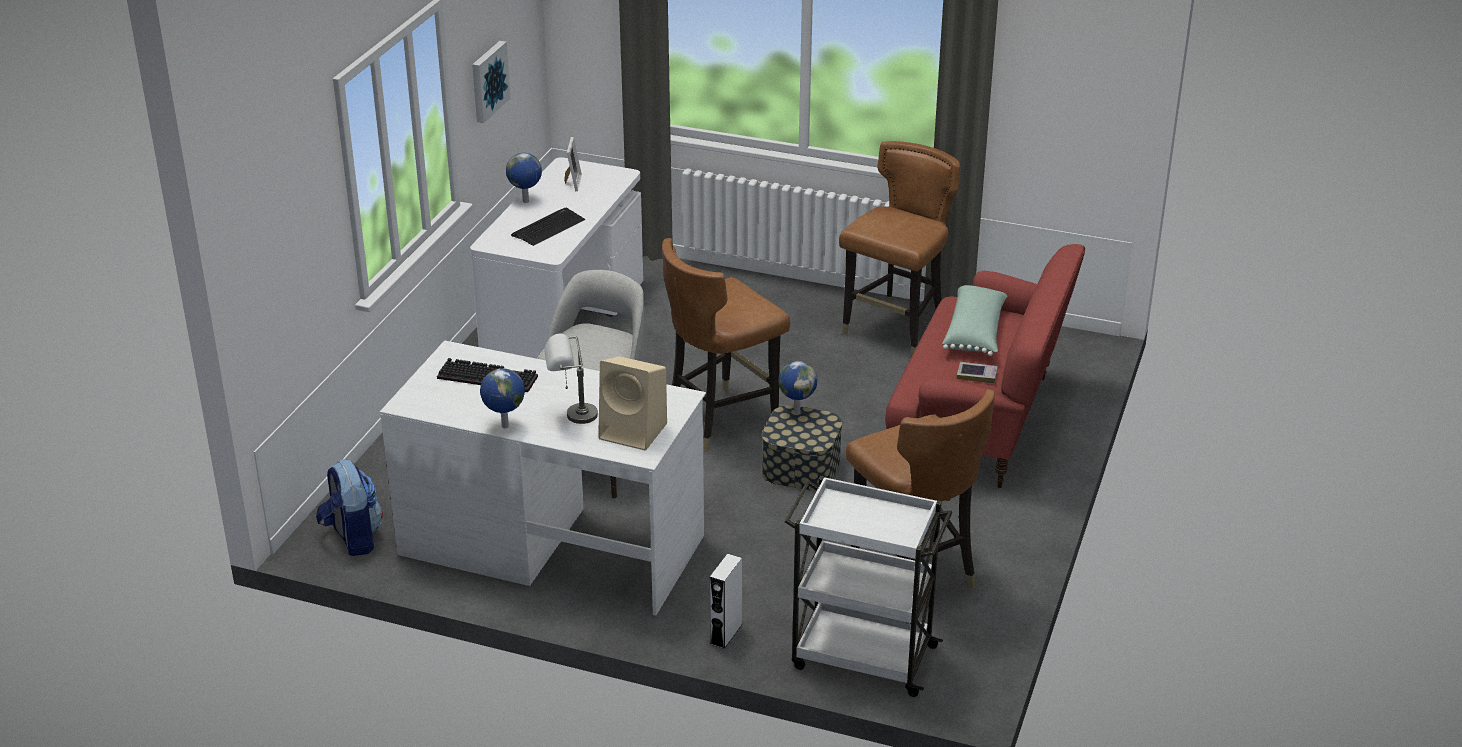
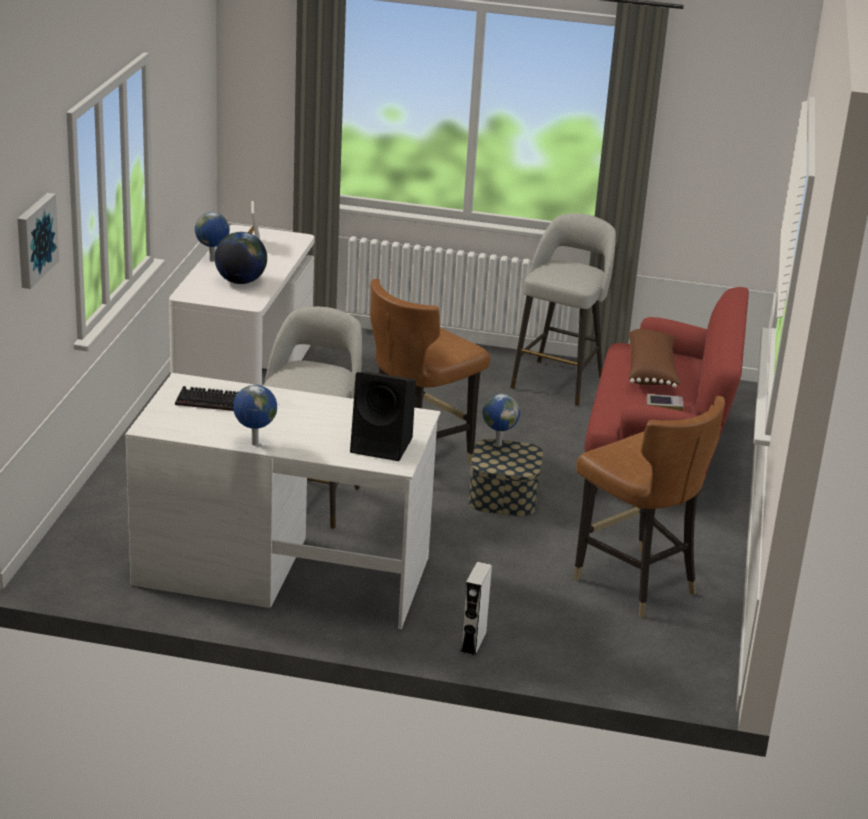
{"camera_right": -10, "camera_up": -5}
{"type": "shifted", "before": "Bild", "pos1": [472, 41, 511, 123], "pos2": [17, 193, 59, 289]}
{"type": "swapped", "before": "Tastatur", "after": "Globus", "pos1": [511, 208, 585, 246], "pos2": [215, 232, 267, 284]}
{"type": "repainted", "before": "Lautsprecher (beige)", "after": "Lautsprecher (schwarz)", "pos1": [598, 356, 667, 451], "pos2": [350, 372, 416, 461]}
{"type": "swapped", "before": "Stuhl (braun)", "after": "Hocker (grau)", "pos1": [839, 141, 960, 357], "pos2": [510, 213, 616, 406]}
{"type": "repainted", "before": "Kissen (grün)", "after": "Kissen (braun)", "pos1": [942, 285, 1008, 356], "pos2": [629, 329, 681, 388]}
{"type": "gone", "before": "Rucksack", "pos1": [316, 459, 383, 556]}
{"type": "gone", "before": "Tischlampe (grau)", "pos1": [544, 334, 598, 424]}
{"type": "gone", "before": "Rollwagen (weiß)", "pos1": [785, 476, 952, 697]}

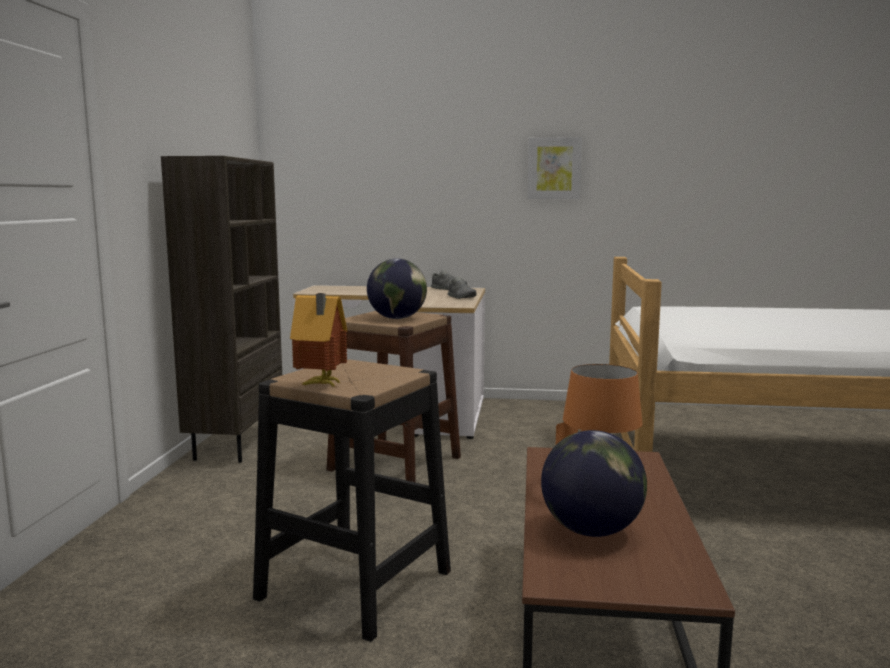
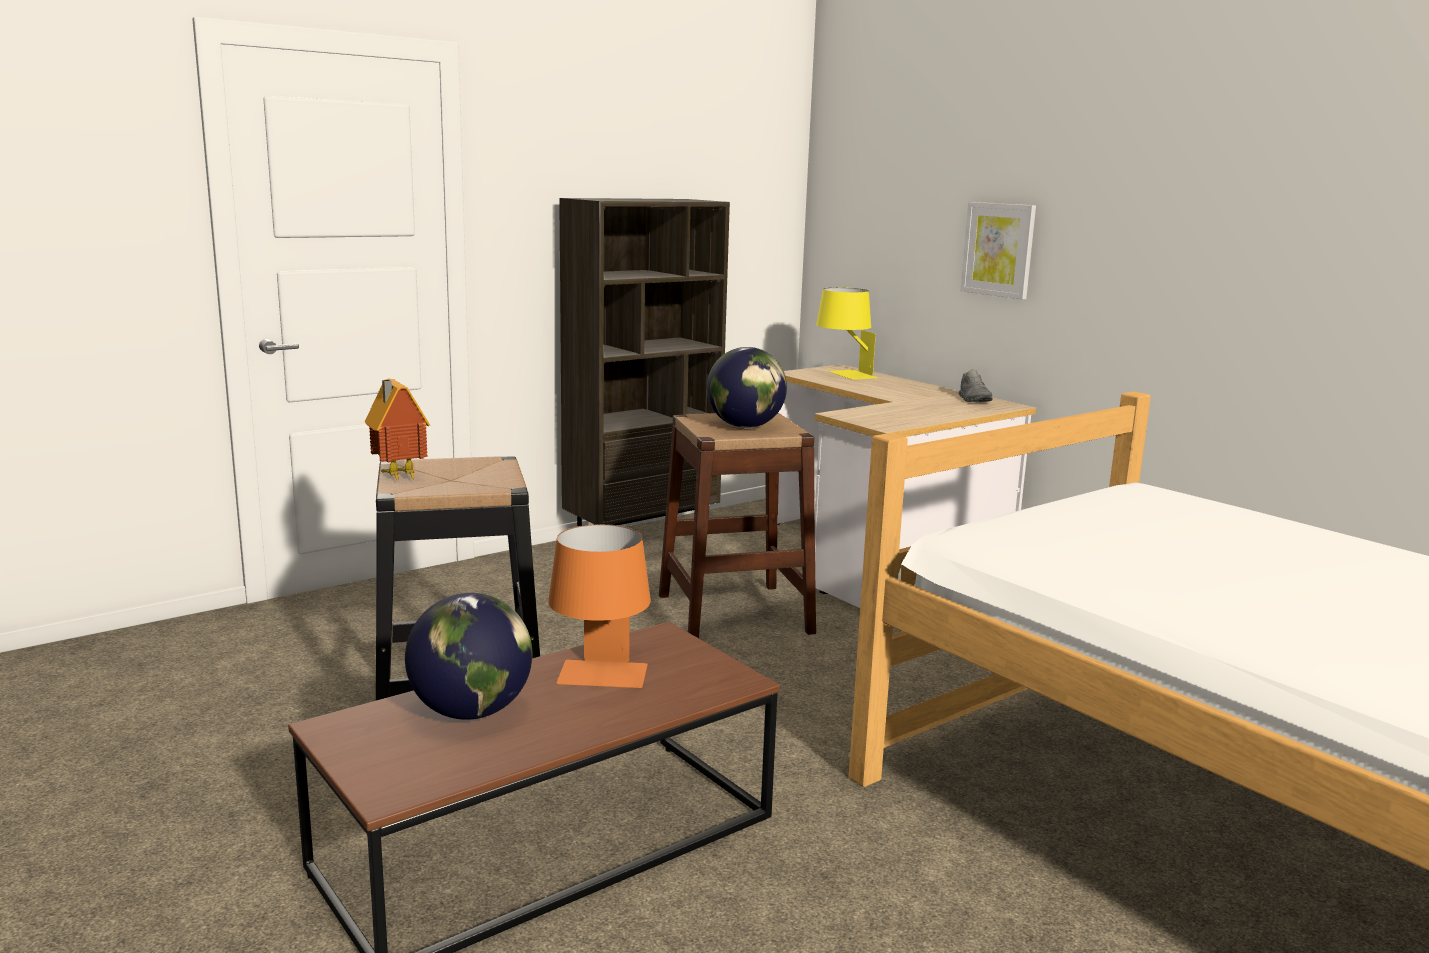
{"camera_right": 45, "camera_up": 5}
{"type": "new", "after": "Tischlampe (gelb)", "pos2": [816, 287, 878, 380]}
{"type": "shifted", "before": "Bild", "pos1": [528, 137, 582, 199], "pos2": [961, 202, 1036, 299]}
{"type": "gone", "before": "Schuh (grau)", "pos1": [448, 276, 477, 299]}

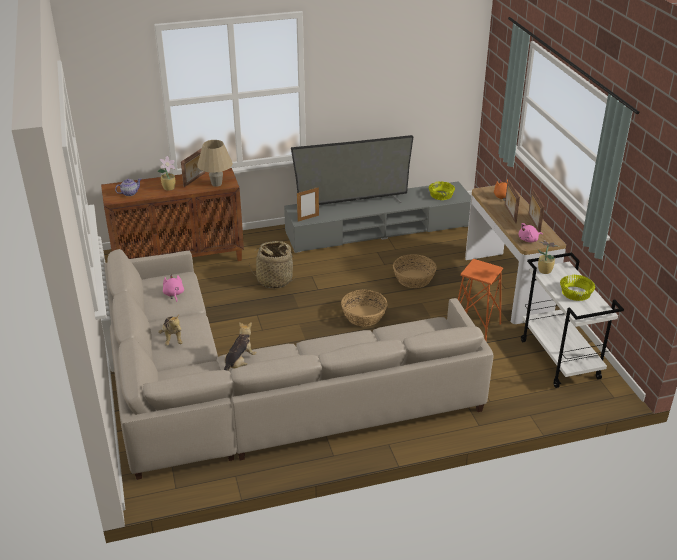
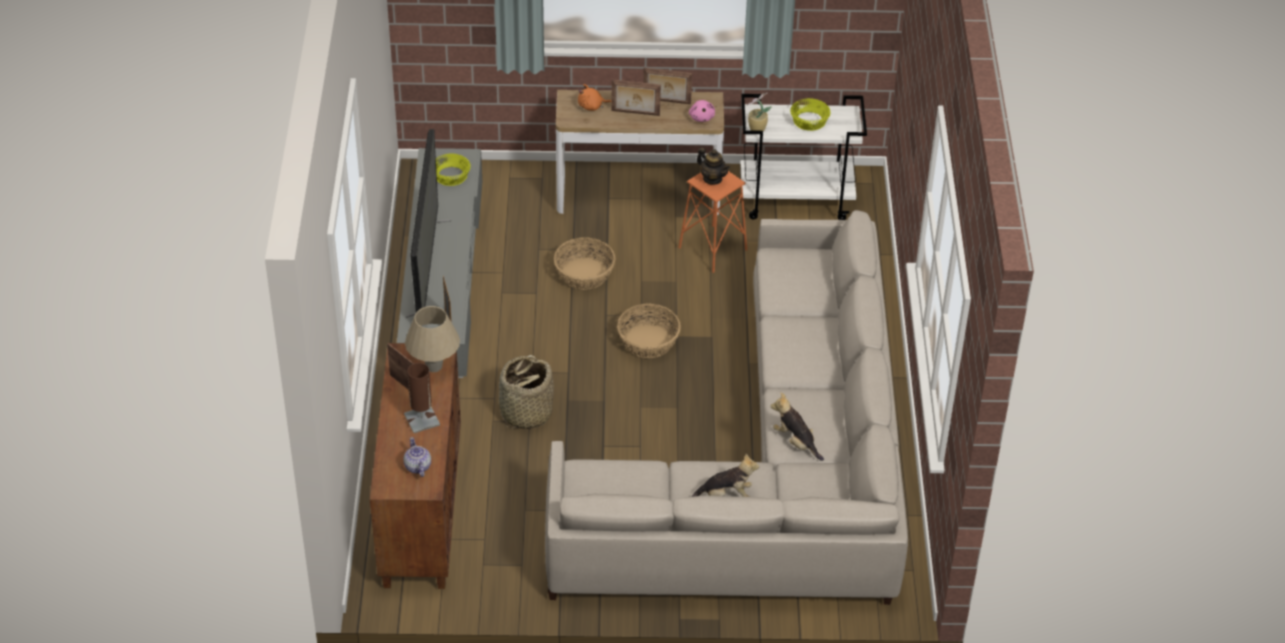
{"camera_right": -75, "camera_up": 10}
{"type": "swapped", "before": "Topfpflanze", "after": "Tischlampe (braun)", "pos1": [157, 156, 175, 191], "pos2": [404, 363, 440, 433]}
{"type": "new", "after": "Teekanne", "pos2": [697, 148, 730, 185]}
{"type": "gone", "before": "Plüschtier (rosa)", "pos1": [163, 275, 184, 302]}

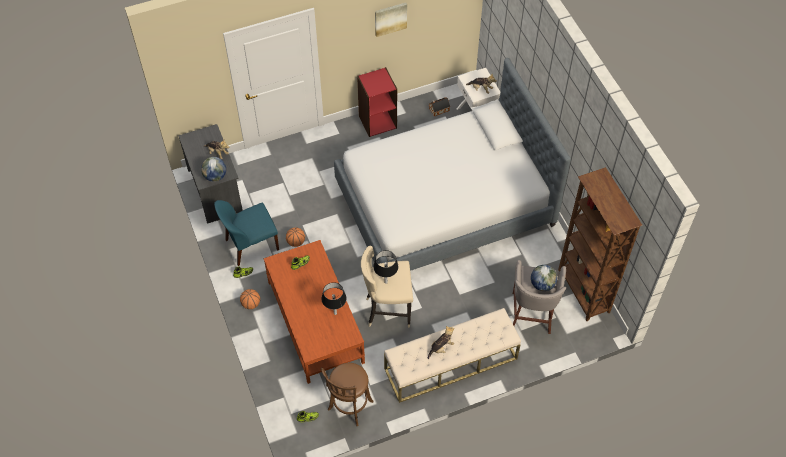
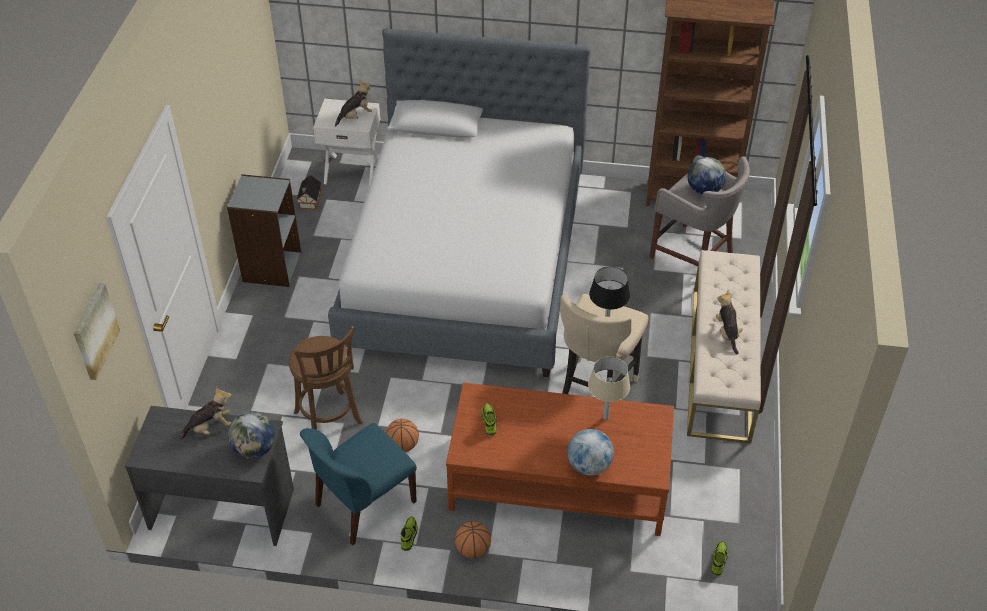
{"camera_right": -60, "camera_up": -10}
{"type": "shifted", "before": "Bild", "pos1": [375, 3, 407, 37], "pos2": [73, 283, 120, 380]}
{"type": "repainted", "before": "Bücherregal (rot)", "after": "Bücherregal (grau)", "pos1": [357, 67, 397, 137], "pos2": [227, 174, 301, 287]}
{"type": "shifted", "before": "Hocker (braun)", "pos1": [321, 363, 373, 426], "pos2": [289, 326, 363, 430]}
{"type": "rotated", "before": "Stuhl (blau)", "pos1": [214, 200, 279, 266], "pos2": [300, 423, 417, 545], "turn": 45}
{"type": "new", "after": "Globus", "pos2": [567, 429, 614, 476]}
{"type": "repainted", "before": "Tischlampe (schwarz)", "after": "Tischlampe (beige)", "pos1": [321, 282, 347, 315], "pos2": [588, 357, 630, 420]}

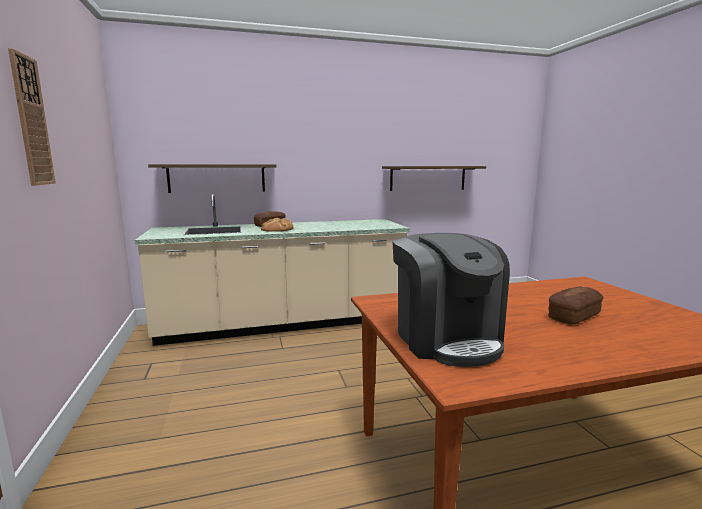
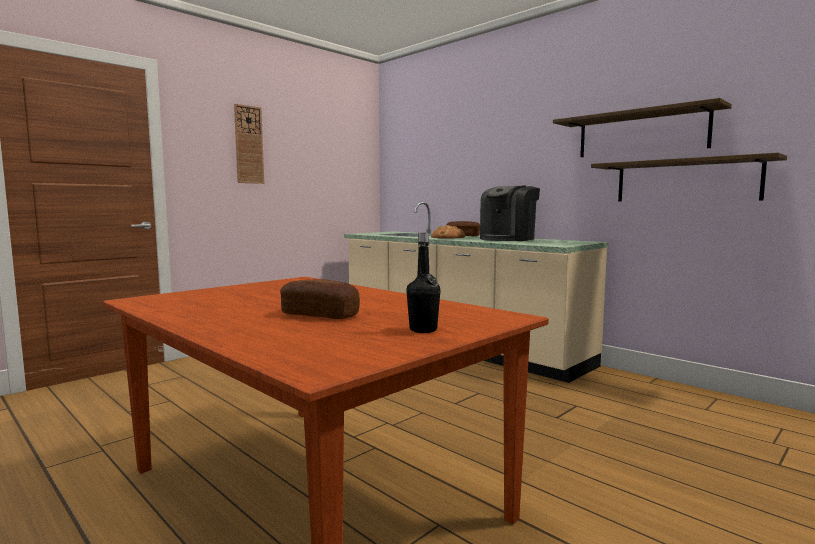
{"camera_right": 60, "camera_up": -5}
{"type": "new", "after": "Flasche (schwarz)", "pos2": [406, 233, 440, 333]}
{"type": "shifted", "before": "Kaffeemaschine", "pos1": [393, 233, 510, 367], "pos2": [480, 186, 540, 241]}
{"type": "shifted", "before": "Wandregal", "pos1": [148, 164, 276, 193], "pos2": [553, 98, 732, 157]}

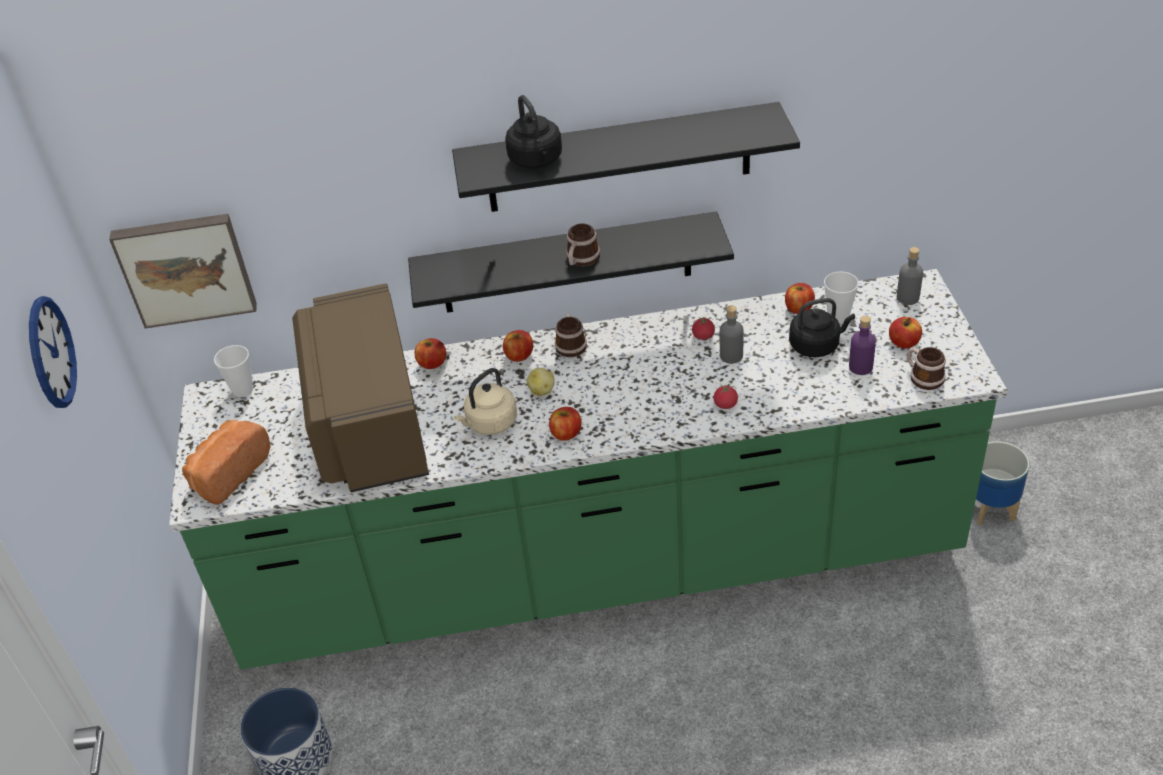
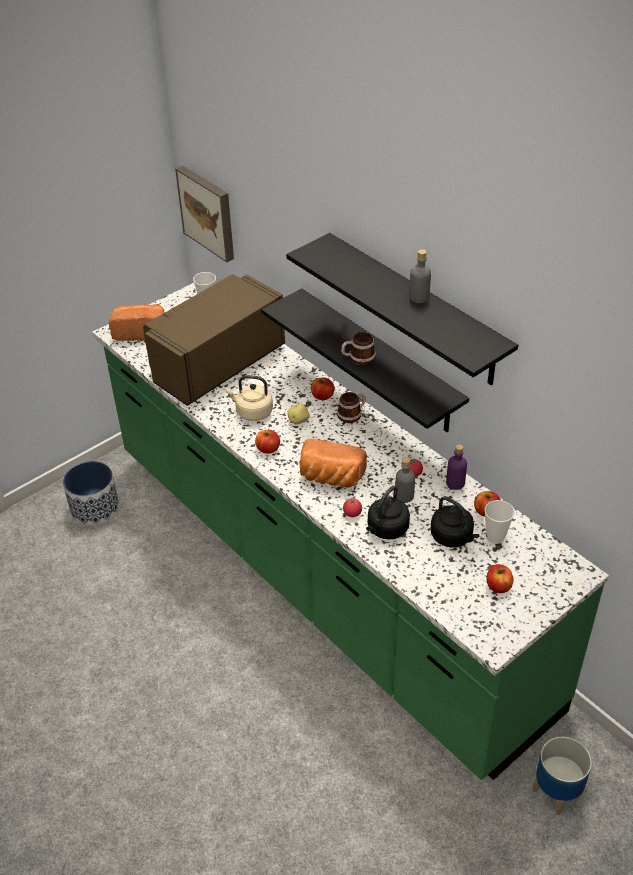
{"camera_right": 55, "camera_up": 0}
{"type": "new", "after": "Brot", "pos2": [299, 439, 367, 488]}
{"type": "shifted", "before": "Wasserkessel (schwarz)", "pos1": [505, 95, 562, 169], "pos2": [366, 486, 410, 539]}
{"type": "shifted", "before": "Flasche (grau)", "pos1": [897, 247, 923, 305], "pos2": [409, 249, 431, 303]}
{"type": "shifted", "before": "Flasche (lila)", "pos1": [849, 316, 876, 375], "pos2": [446, 444, 467, 490]}
{"type": "gone", "before": "Wanduhr", "pos1": [29, 296, 77, 408]}
{"type": "gone", "before": "Apfel", "pos1": [415, 338, 446, 369]}
{"type": "gone", "before": "Henkelbecher", "pos1": [907, 347, 946, 390]}

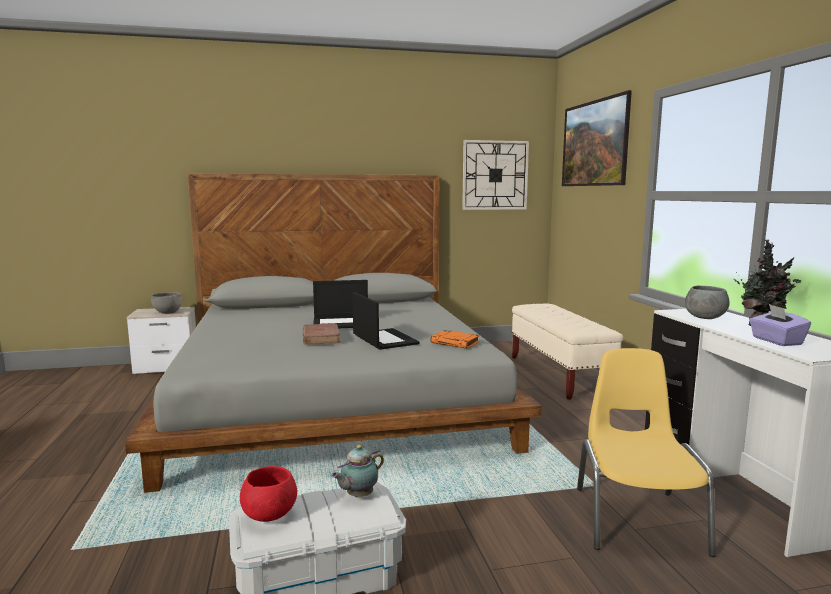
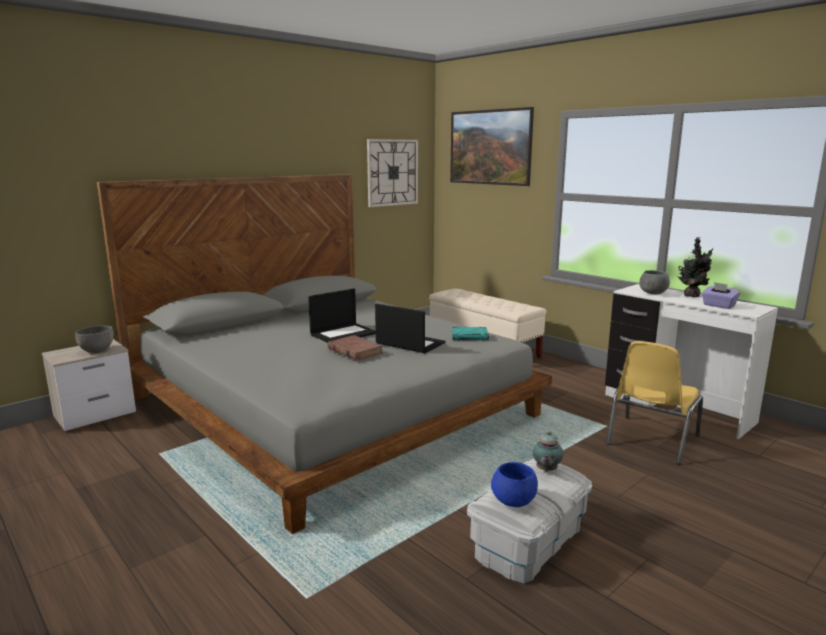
{"camera_right": -30, "camera_up": 5}
{"type": "repainted", "before": "Buch (orange)", "after": "Buch (türkis)", "pos1": [431, 330, 480, 349], "pos2": [452, 327, 489, 341]}
{"type": "repainted", "before": "Schüssel (rot)", "after": "Schüssel (blau)", "pos1": [240, 466, 297, 522], "pos2": [491, 462, 538, 507]}
{"type": "rotated", "before": "Stuhl (gelb)", "pos1": [577, 348, 716, 557], "pos2": [606, 341, 703, 465], "turn": -120}

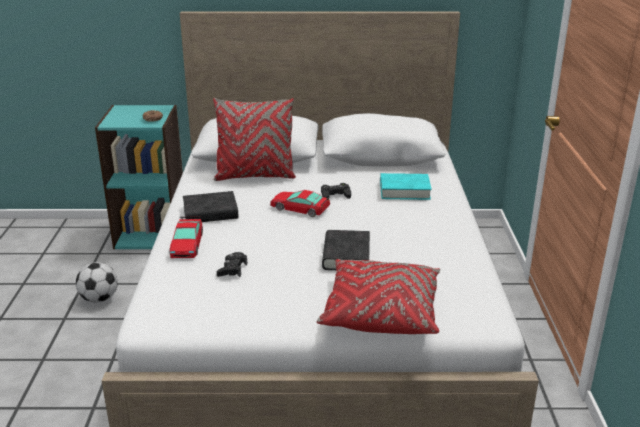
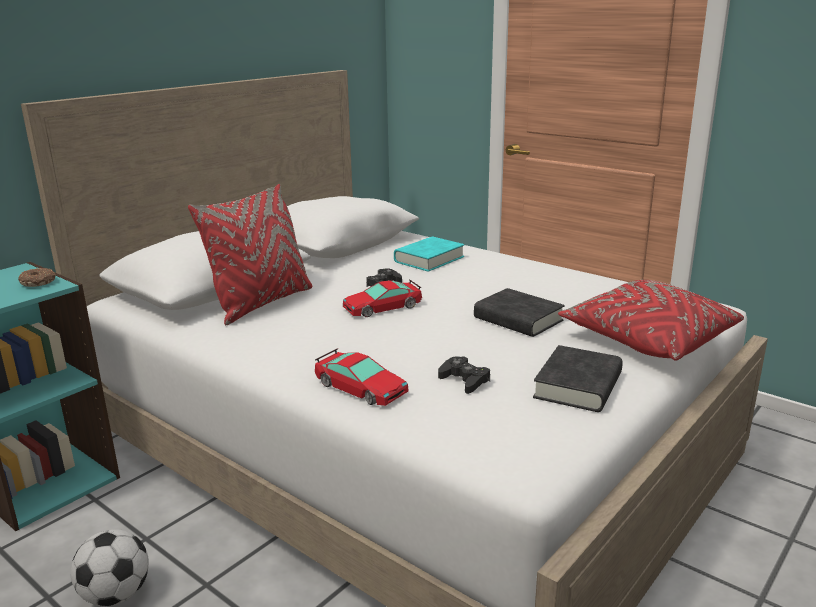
{"camera_right": -50, "camera_up": -5}
{"type": "shifted", "before": "Buch (schwarz)", "pos1": [183, 191, 239, 222], "pos2": [533, 345, 623, 412]}

